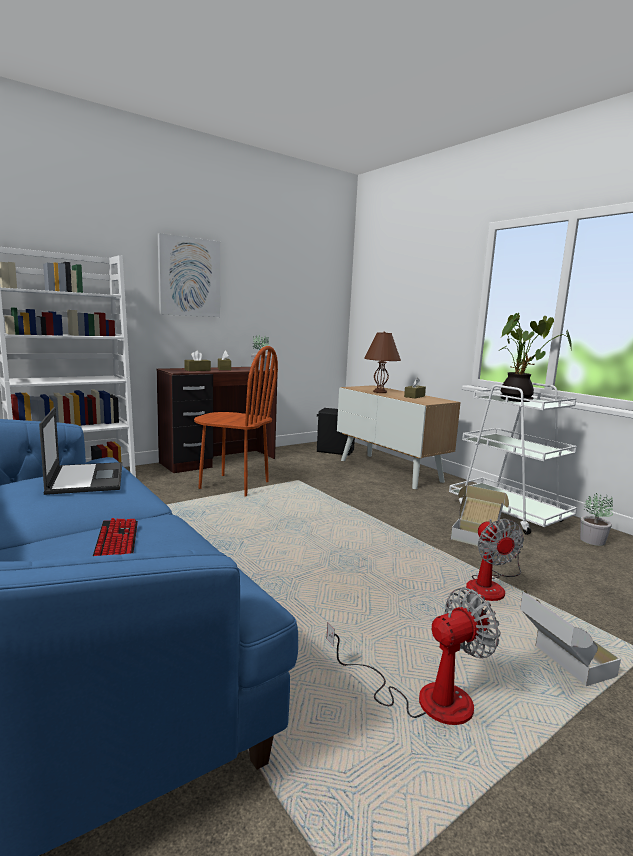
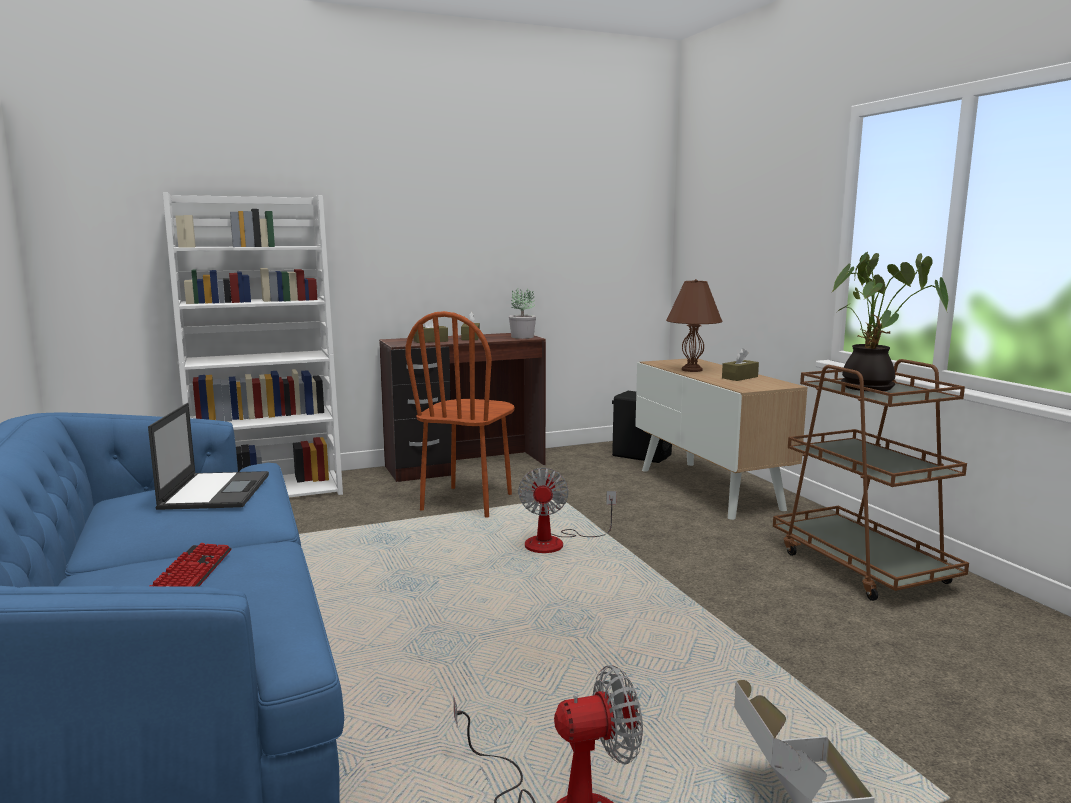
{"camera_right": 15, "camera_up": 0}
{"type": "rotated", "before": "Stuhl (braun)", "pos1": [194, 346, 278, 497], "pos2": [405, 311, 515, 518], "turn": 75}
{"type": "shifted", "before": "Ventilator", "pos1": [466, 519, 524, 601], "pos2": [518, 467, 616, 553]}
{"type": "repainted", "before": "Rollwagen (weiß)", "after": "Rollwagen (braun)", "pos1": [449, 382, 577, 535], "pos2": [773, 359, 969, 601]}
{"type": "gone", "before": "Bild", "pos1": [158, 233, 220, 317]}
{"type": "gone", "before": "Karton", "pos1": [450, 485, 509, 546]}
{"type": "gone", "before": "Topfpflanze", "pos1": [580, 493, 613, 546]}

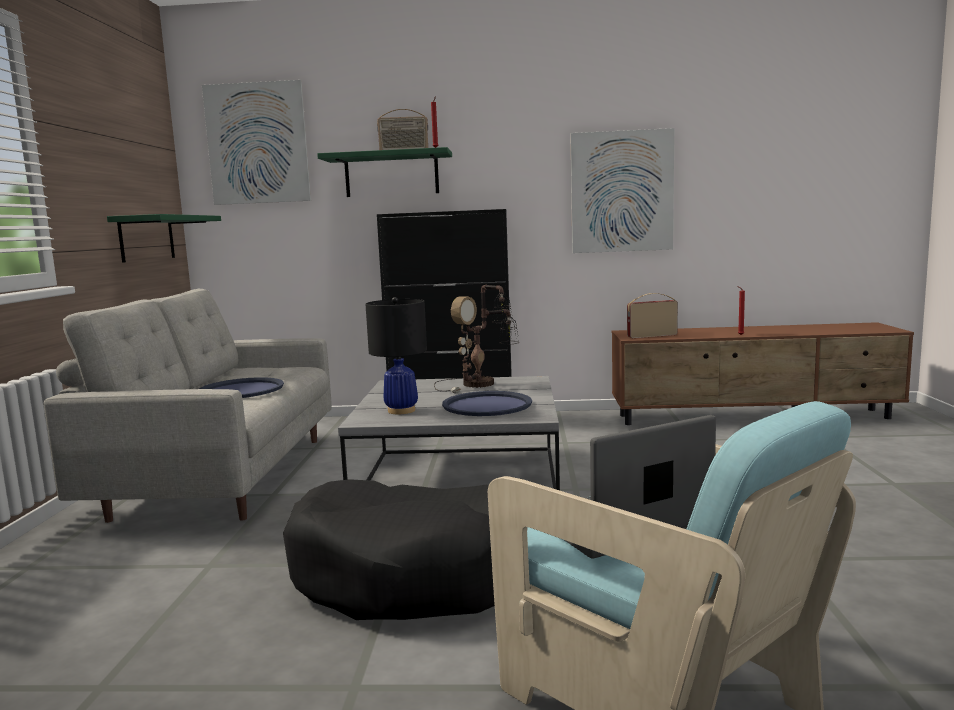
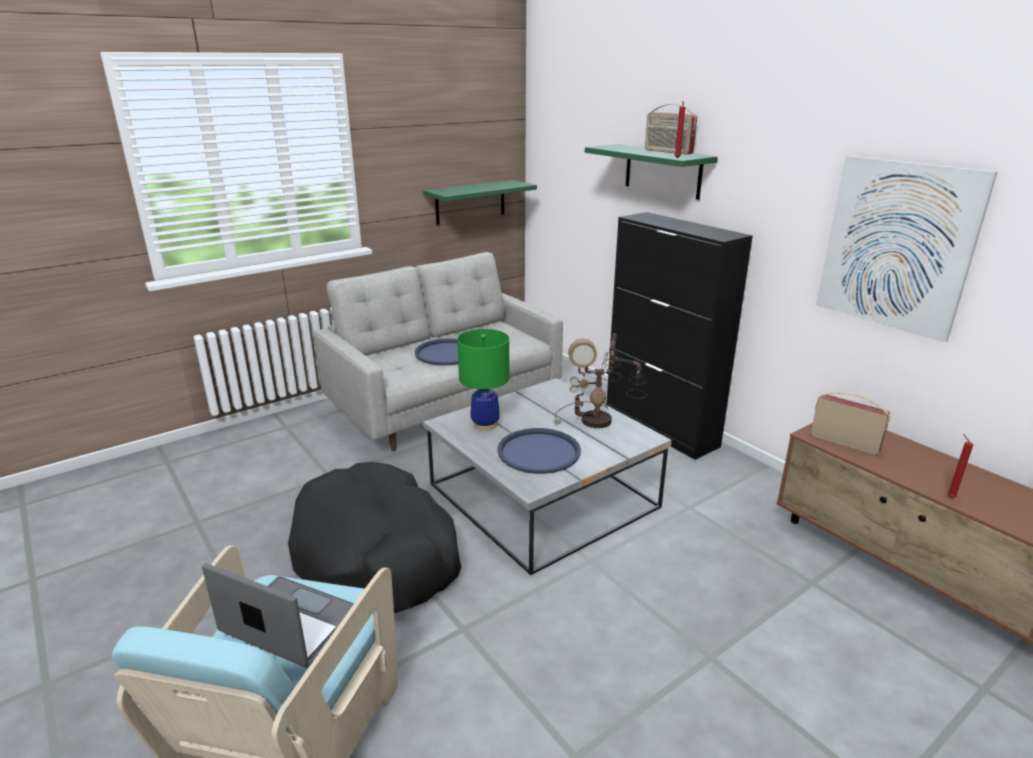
{"camera_right": 50, "camera_up": 15}
{"type": "repainted", "before": "Tischlampe (schwarz)", "after": "Tischlampe (grün)", "pos1": [365, 297, 427, 414], "pos2": [457, 329, 509, 431]}
{"type": "gone", "before": "Bild", "pos1": [202, 80, 311, 205]}

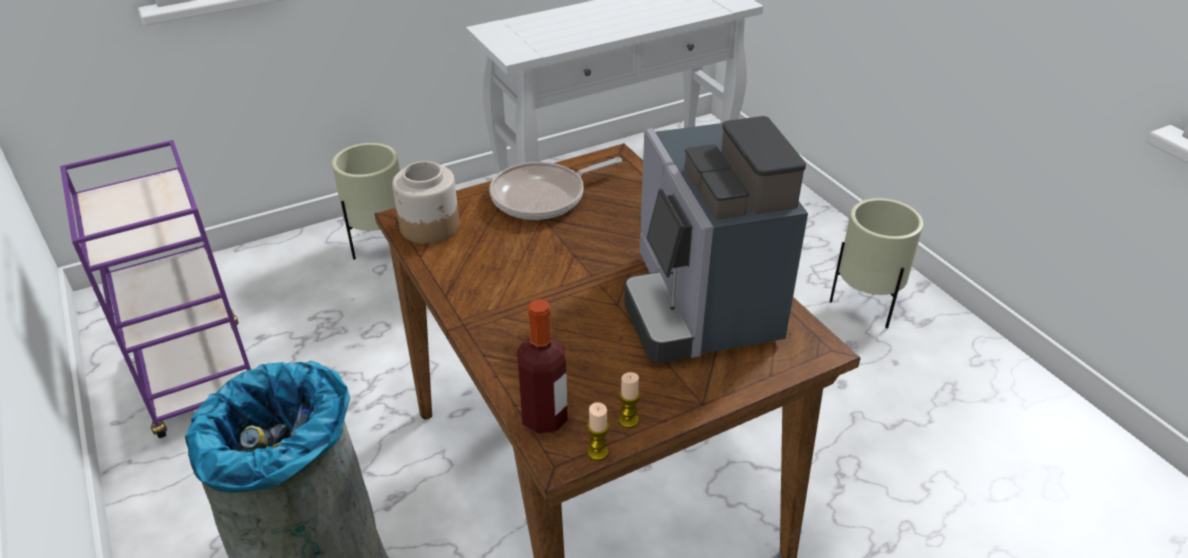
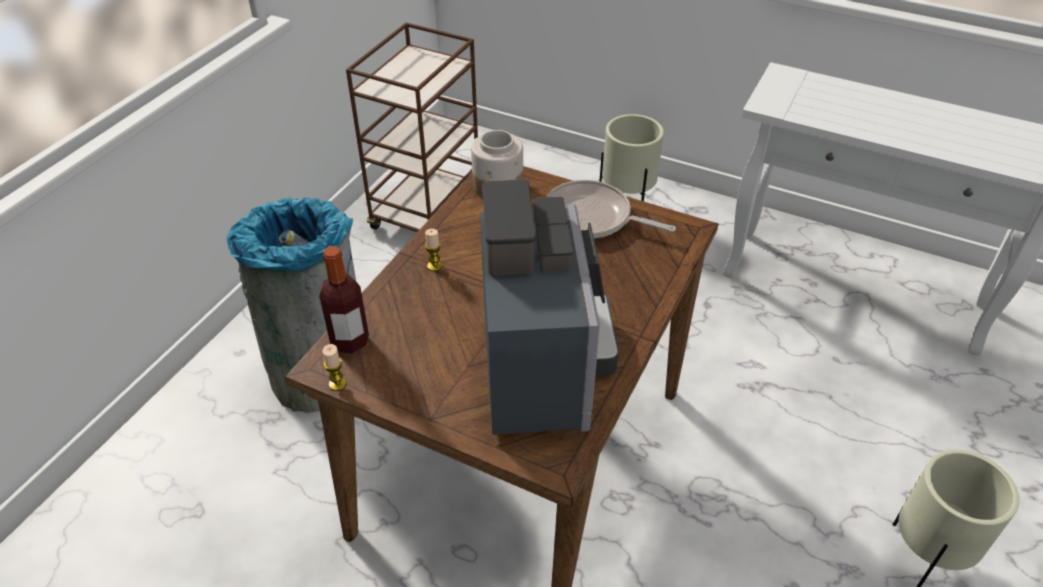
{"camera_right": 55, "camera_up": 5}
{"type": "repainted", "before": "Rollwagen (lila)", "after": "Rollwagen (braun)", "pos1": [60, 140, 251, 438], "pos2": [346, 23, 478, 232]}
{"type": "shifted", "before": "Kerze", "pos1": [618, 372, 640, 428], "pos2": [425, 229, 442, 271]}
{"type": "rotated", "before": "Kaffeemaschine", "pos1": [624, 116, 808, 363], "pos2": [480, 180, 619, 435], "turn": 135}

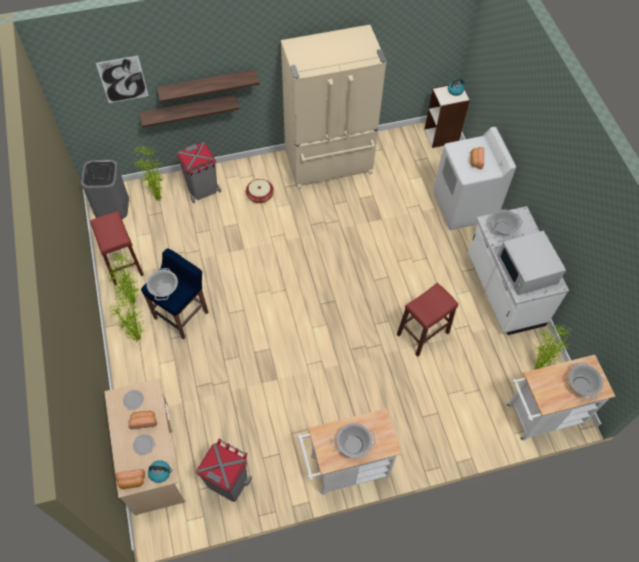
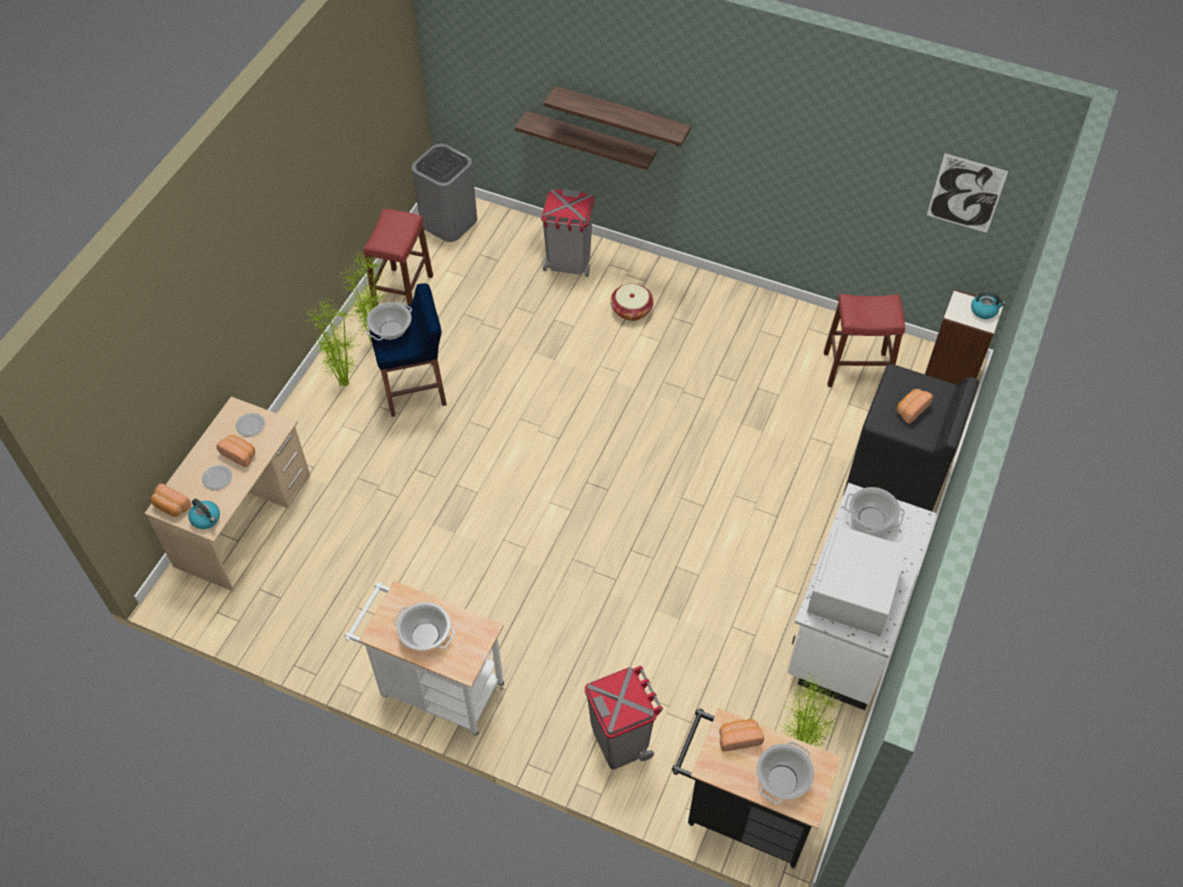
{"camera_right": 40, "camera_up": -5}
{"type": "shifted", "before": "Mülleimer (grau)", "pos1": [196, 439, 252, 502], "pos2": [585, 665, 663, 769]}
{"type": "repainted", "before": "Rollwagen (weiß)", "after": "Rollwagen (schwarz)", "pos1": [506, 355, 615, 441], "pos2": [672, 708, 842, 869]}
{"type": "new", "after": "Brot", "pos2": [719, 719, 764, 751]}
{"type": "shifted", "before": "Hocker (rot)", "pos1": [397, 282, 458, 357], "pos2": [824, 294, 905, 387]}
{"type": "repainted", "before": "Waschmaschine (weiß)", "after": "Waschmaschine (schwarz)", "pos1": [433, 127, 516, 230], "pos2": [843, 364, 979, 511]}
{"type": "shifted", "before": "Bild", "pos1": [96, 56, 149, 103], "pos2": [927, 154, 1008, 233]}
{"type": "gone", "before": "Topfpflanze", "pos1": [134, 146, 164, 201]}
{"type": "gone", "before": "Kühlschrank (beige)", "pos1": [281, 25, 386, 189]}

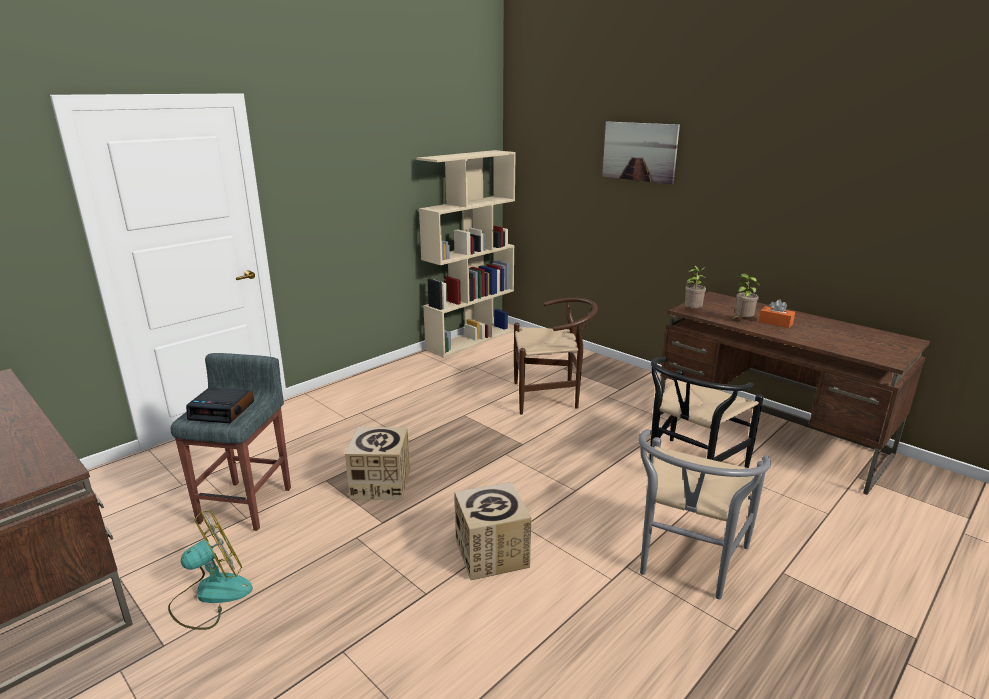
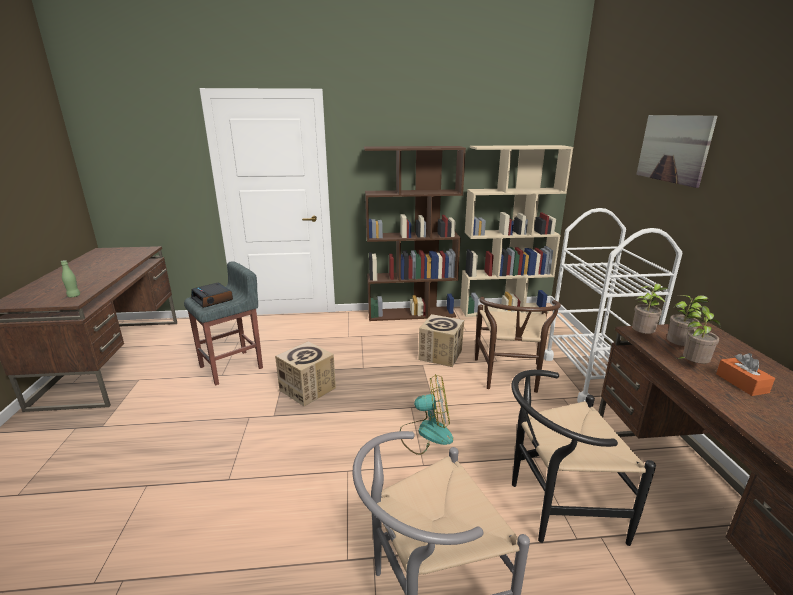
{"camera_right": 40, "camera_up": 0}
{"type": "new", "after": "Flasche (grün)", "pos2": [61, 260, 80, 297]}
{"type": "new", "after": "Bücherregal (braun)", "pos2": [364, 146, 466, 321]}
{"type": "shifted", "before": "Ventilator", "pos1": [168, 510, 253, 630], "pos2": [400, 374, 453, 455]}
{"type": "shifted", "before": "Karton", "pos1": [454, 482, 531, 580], "pos2": [419, 314, 464, 367]}
{"type": "rotated", "before": "Stuhl (braun)", "pos1": [514, 298, 598, 415], "pos2": [475, 297, 561, 393], "turn": 60}
{"type": "new", "after": "Rollwagen (weiß)", "pos2": [544, 208, 682, 403]}
{"type": "new", "after": "Topfpflanze", "pos2": [667, 295, 709, 347]}

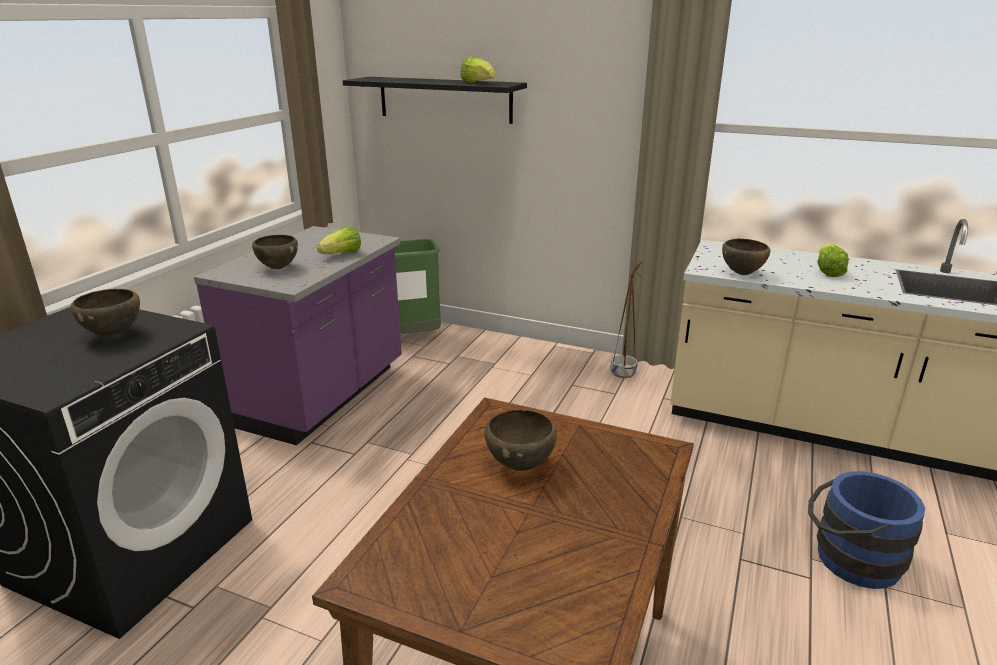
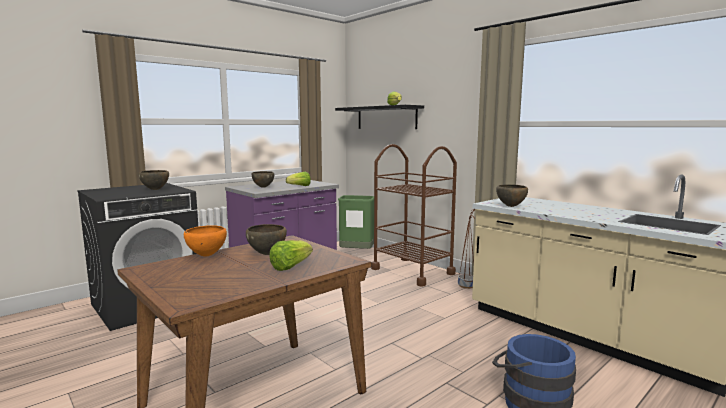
{"camera_right": 25, "camera_up": -15}
{"type": "new", "after": "Schüssel (orange)", "pos2": [184, 226, 227, 257]}
{"type": "shifted", "before": "Salatkopf", "pos1": [817, 244, 849, 277], "pos2": [269, 240, 313, 271]}
{"type": "new", "after": "Rollwagen (braun)", "pos2": [371, 144, 457, 287]}

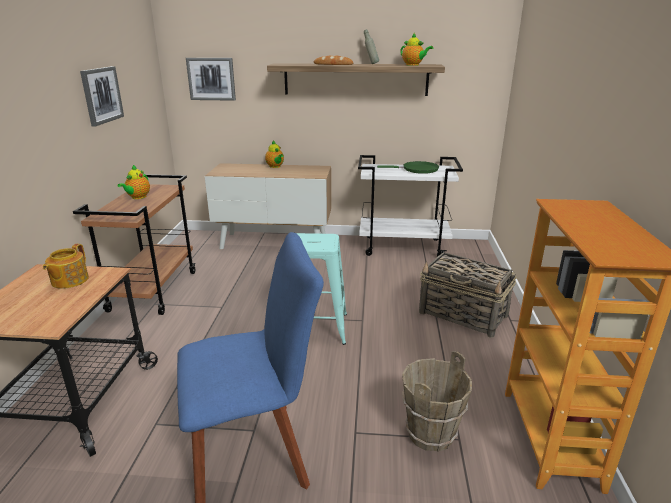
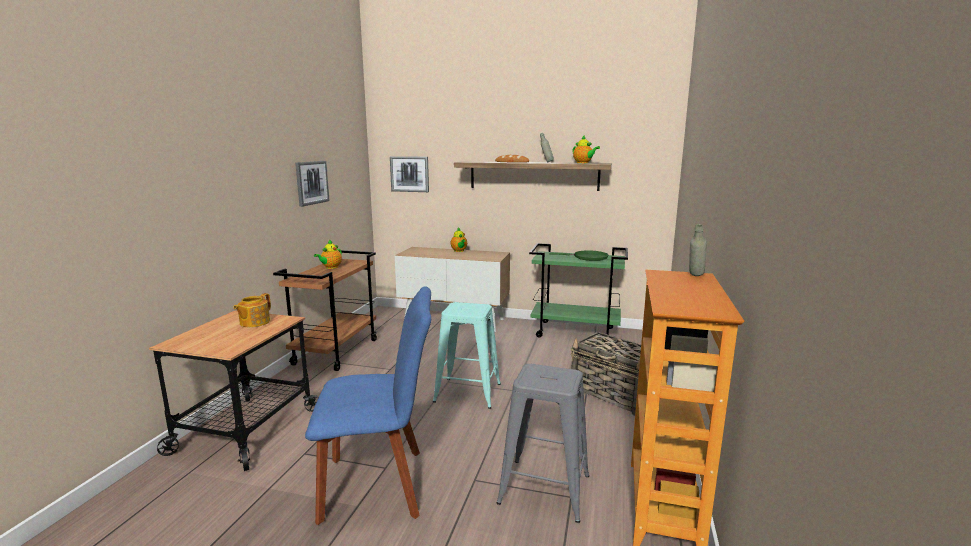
{"camera_right": 10, "camera_up": -10}
{"type": "swapped", "before": "Eimer (braun)", "after": "Hocker (grau)", "pos1": [402, 351, 472, 452], "pos2": [497, 364, 589, 523]}
{"type": "repainted", "before": "Rollwagen (weiß)", "after": "Rollwagen (grün)", "pos1": [358, 155, 463, 257], "pos2": [529, 243, 628, 338]}
{"type": "new", "after": "Flasche (grau)", "pos2": [689, 224, 707, 276]}

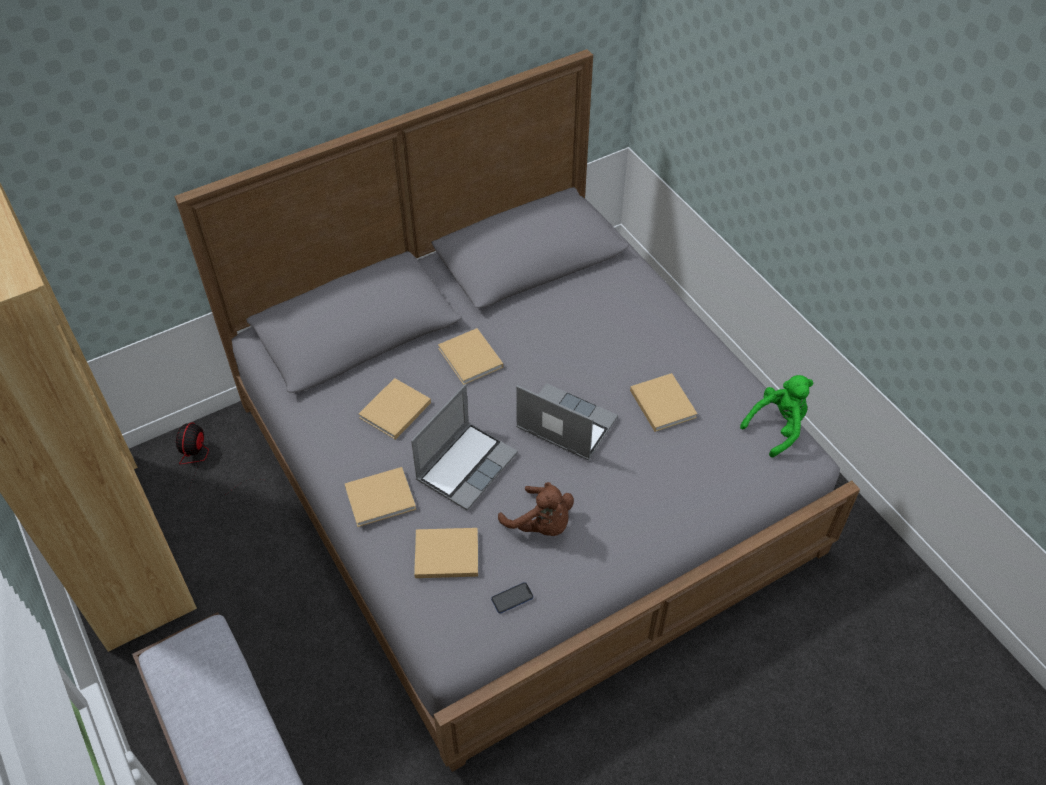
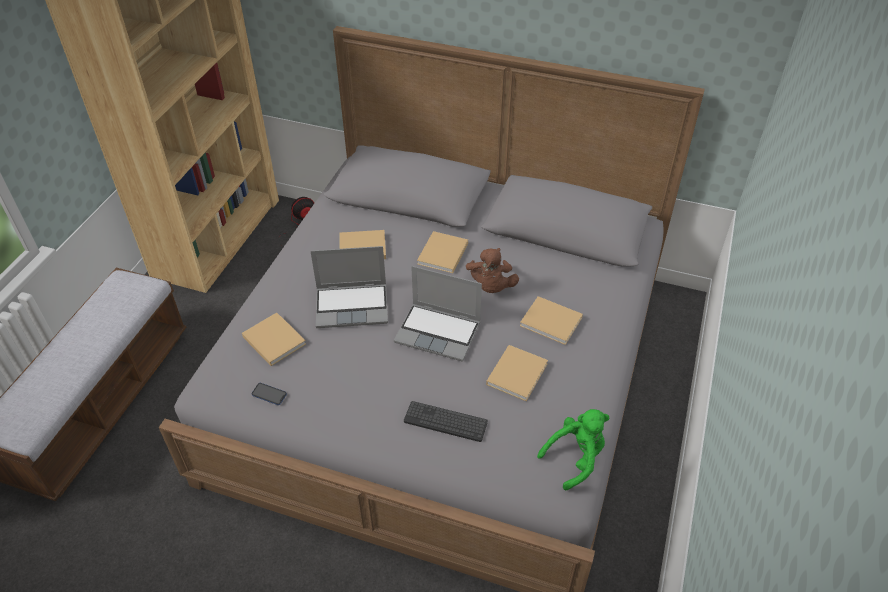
{"camera_right": 50, "camera_up": -5}
{"type": "rotated", "before": "Laptop", "pos1": [516, 383, 618, 461], "pos2": [394, 266, 482, 362], "turn": 120}
{"type": "new", "after": "Tastatur", "pos2": [404, 401, 488, 442]}
{"type": "shifted", "before": "Plüschtier (braun)", "pos1": [498, 482, 574, 536], "pos2": [466, 248, 519, 293]}
{"type": "shifted", "before": "Buch (beige)", "pos1": [345, 467, 416, 527], "pos2": [520, 296, 583, 345]}
{"type": "rotated", "before": "Plüschtier (grün)", "pos1": [740, 375, 813, 457], "pos2": [537, 409, 610, 490], "turn": -45}

